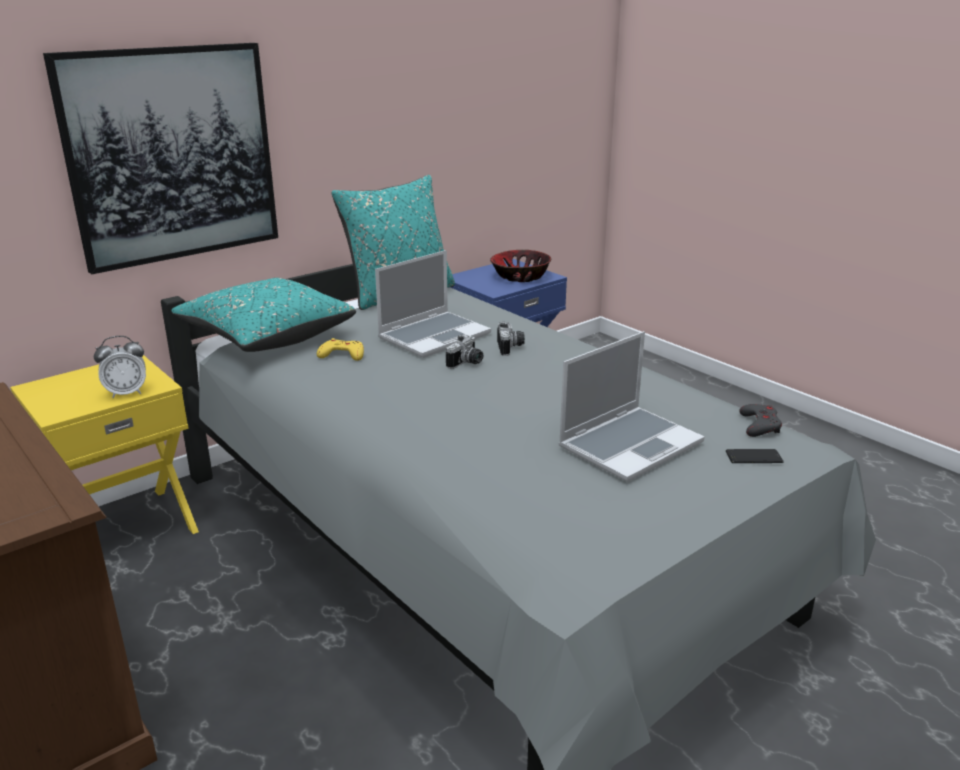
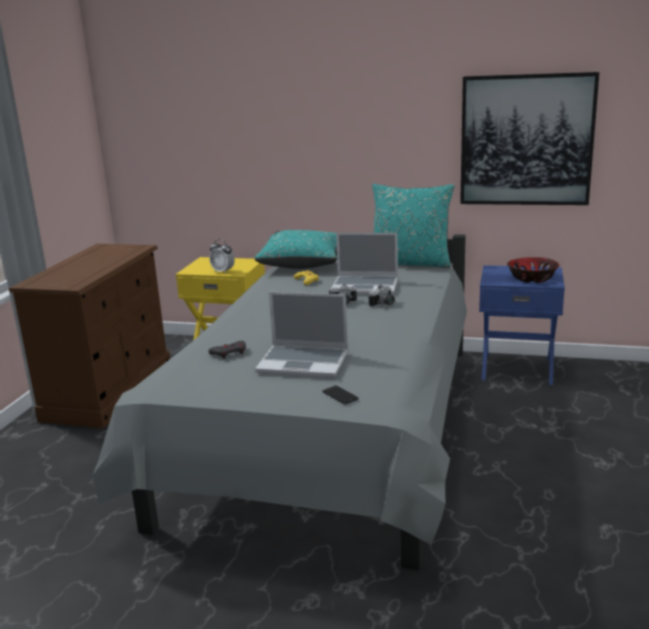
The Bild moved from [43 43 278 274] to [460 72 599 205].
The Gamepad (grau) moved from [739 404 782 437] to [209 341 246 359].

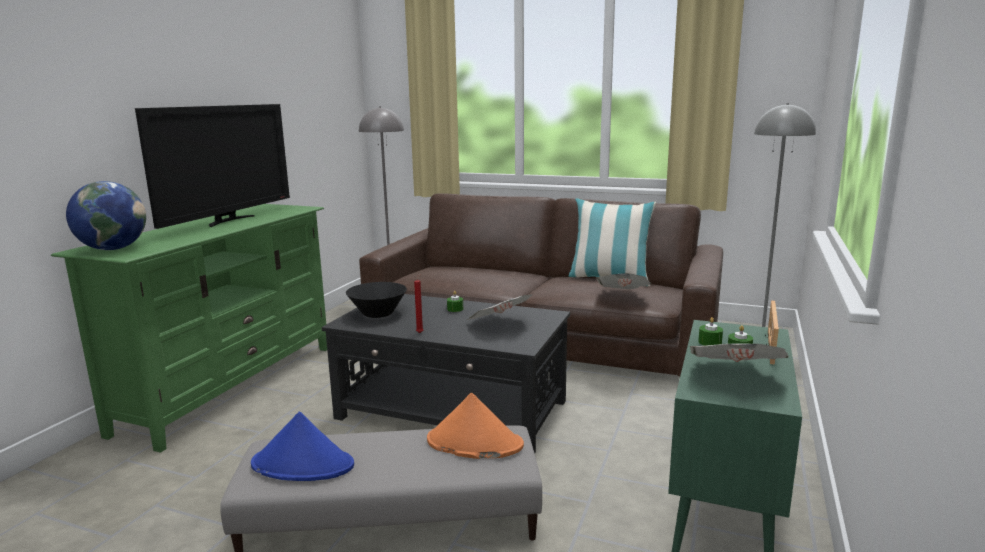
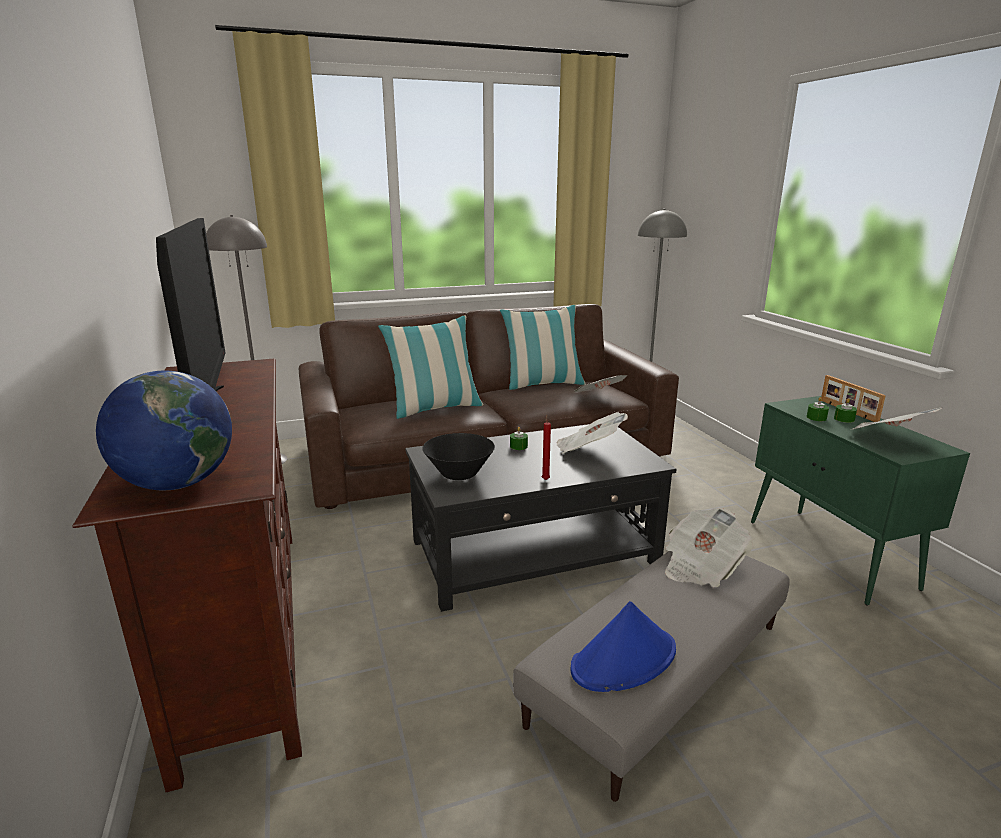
The Kissen at [378 316 484 419] appeared.
The Hut (orange) at [427 393 524 459] was replaced by the Zeitung at [665 508 752 587].
The Fernsehschrank (grün) at [51 204 327 453] became the Fernsehschrank (braun) at [72 359 302 792].

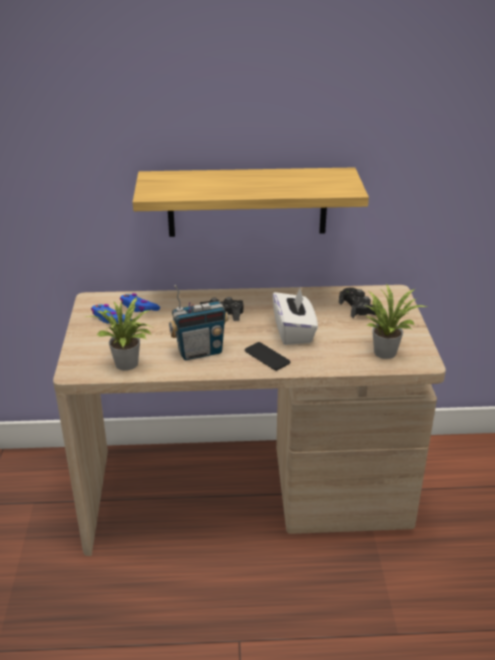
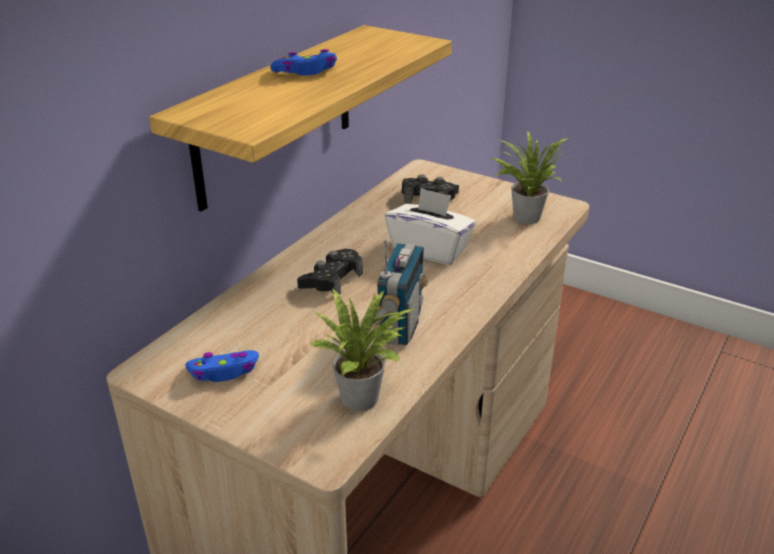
The Handy at [245 342 290 371] disappeared.
The Gamepad (blau) moved from [120 293 160 312] to [270 49 337 76].

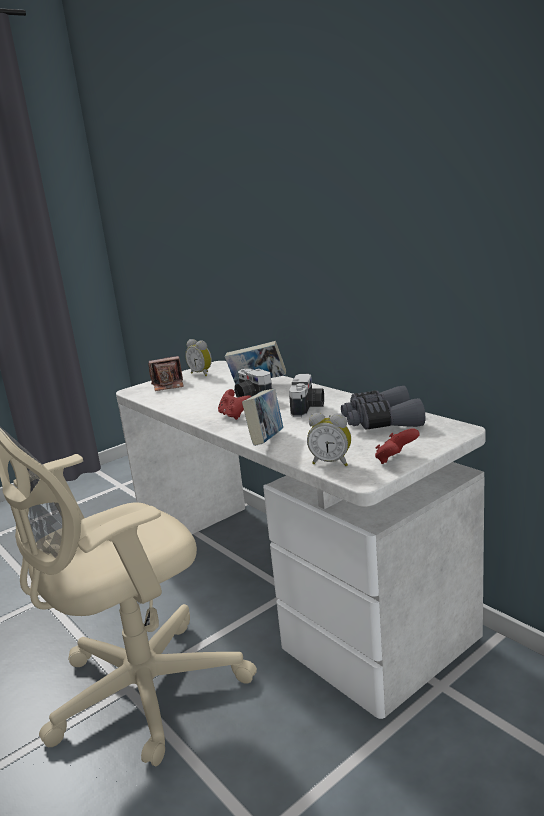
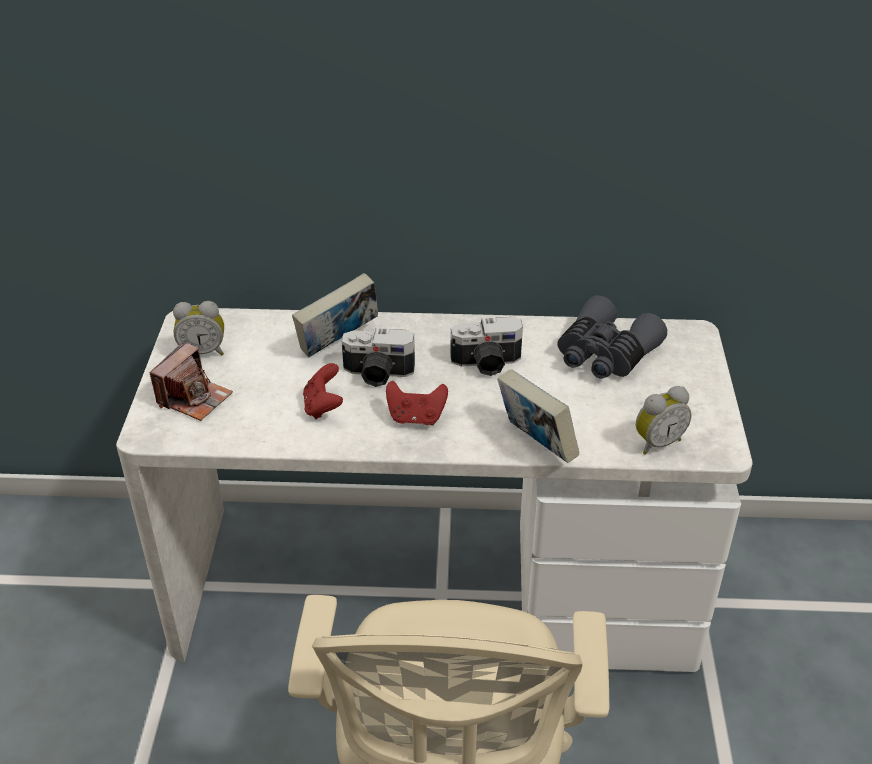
The Gamepad (rot) moved from [375 428 420 464] to [303 363 343 419].
The Kamera at [289 374 324 417] turned 120 degrees clockwise.

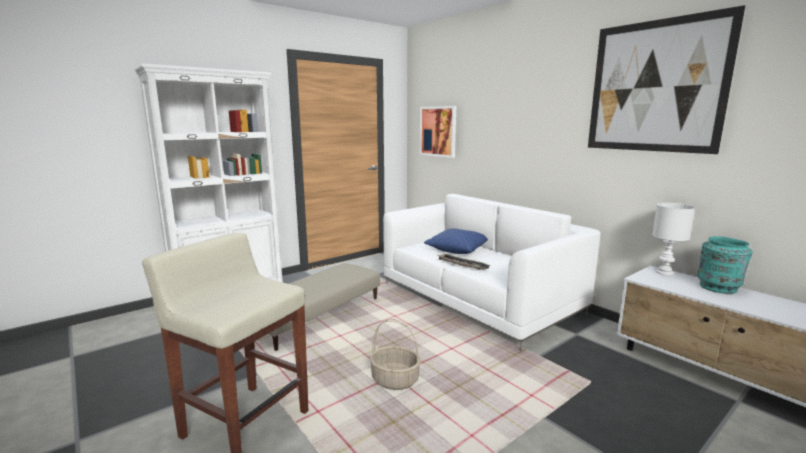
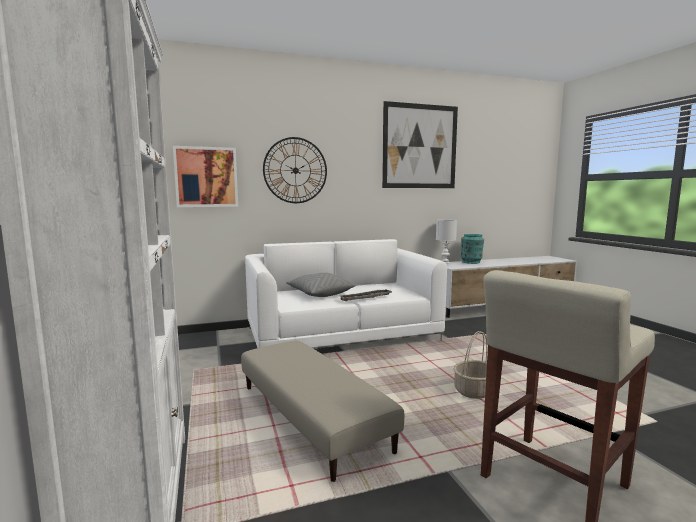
The Wanduhr at [263 137 327 203] appeared.
The Kissen (blau) at [424 229 488 254] became the Kissen (grau) at [286 273 356 297].

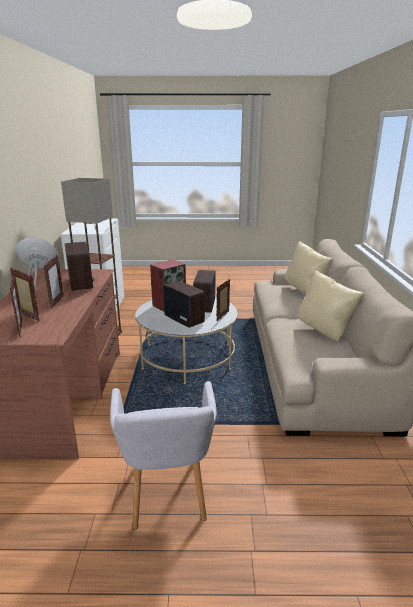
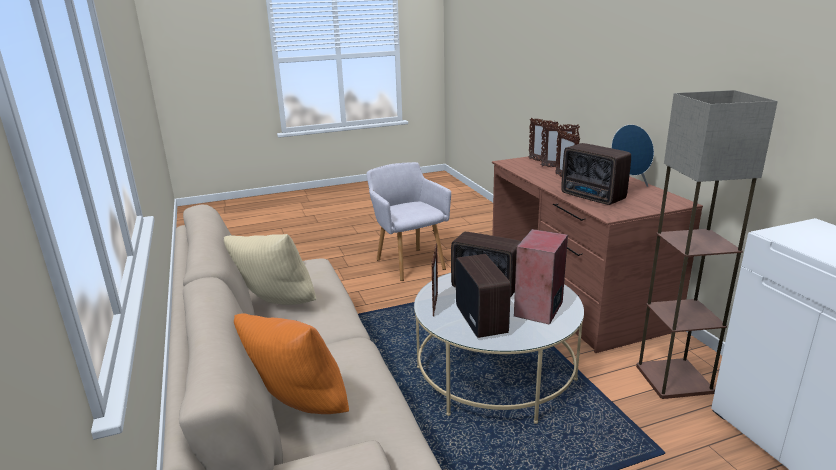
The Kissen (beige) at [285 241 333 295] became the Kissen (orange) at [234 313 349 414].

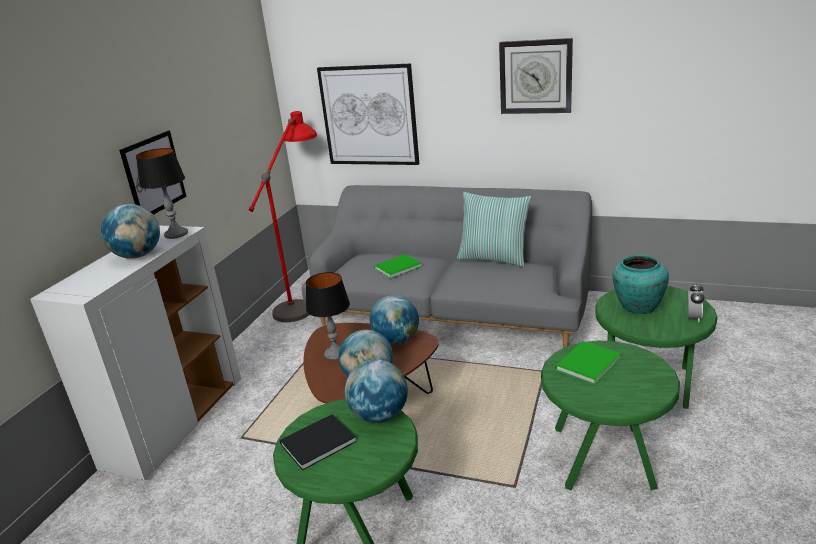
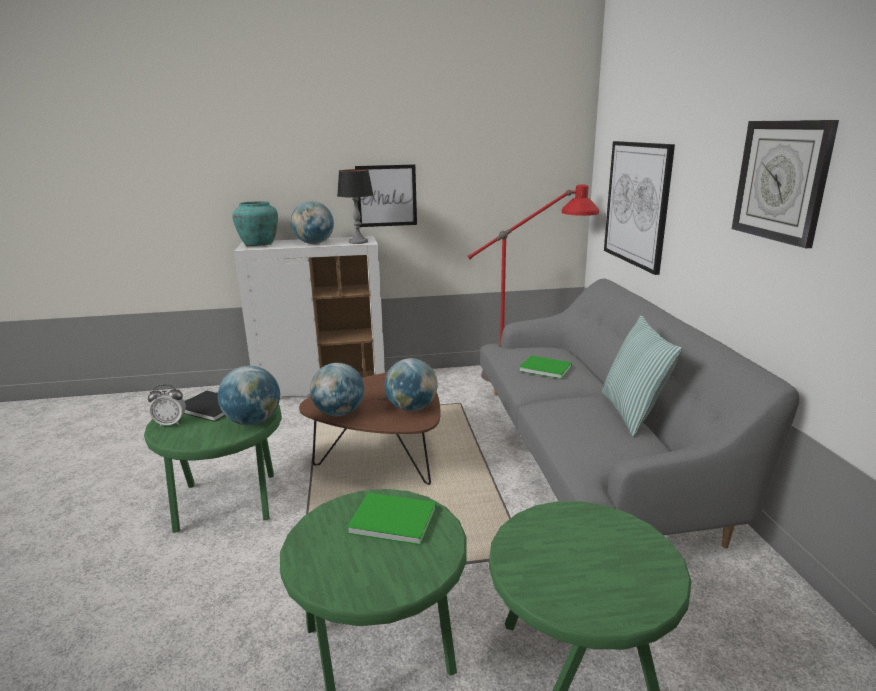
The Tischlampe at [306 272 350 360] disappeared.
The Vase (türkis) moved from [613 255 669 314] to [232 201 278 246].
The Wecker moved from [687 282 704 322] to [148 384 186 427].

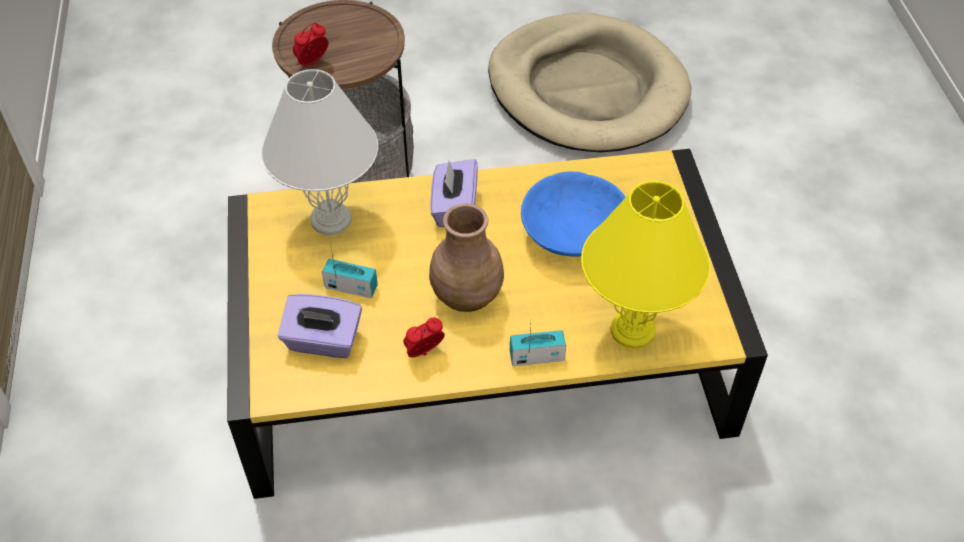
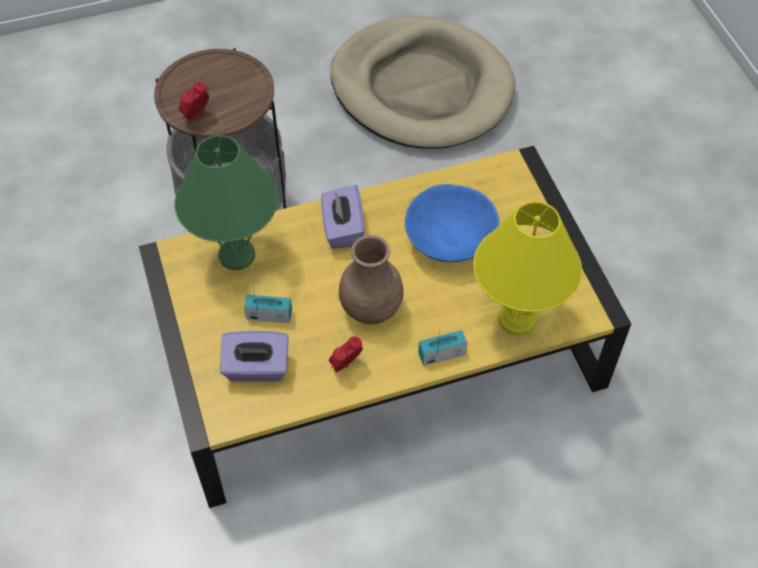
The Tischlampe (weiß) at [261 69 378 235] became the Tischlampe (grün) at [175 135 279 270].

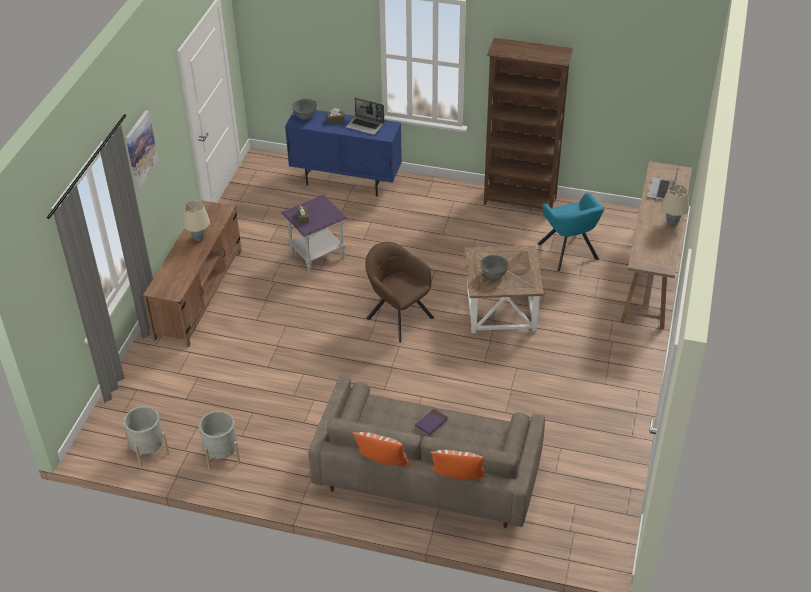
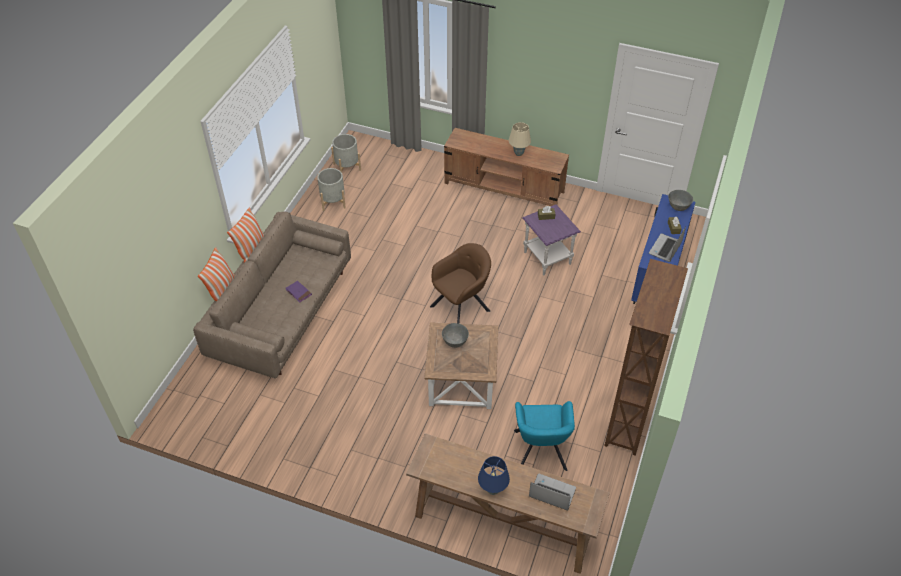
The Bild at [126 110 158 189] disappeared.
The Tischlampe (beige) at [661 184 689 225] became the Tischlampe (blau) at [478 456 510 495].
The Sessel (türkis) at [537 193 604 272] turned 75 degrees counterclockwise.

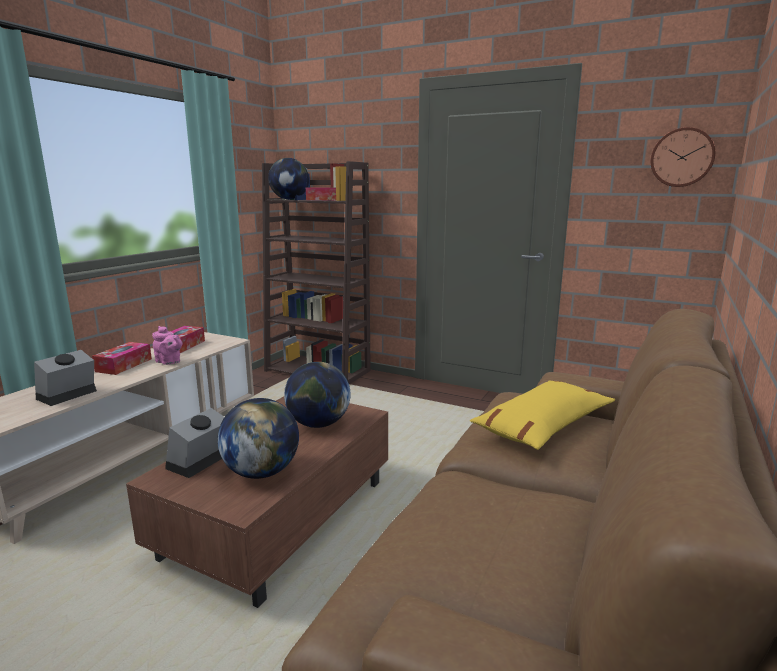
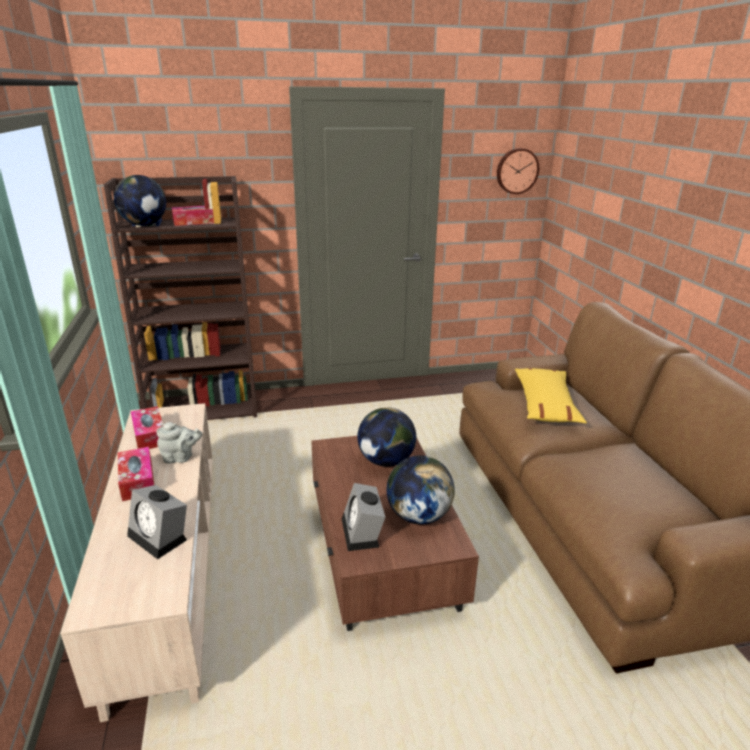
The Teekanne (rosa) at [152 326 182 365] became the Teekanne (grau) at [157 422 203 464].
The Wecker at [34 350 97 406] turned 45 degrees counterclockwise.

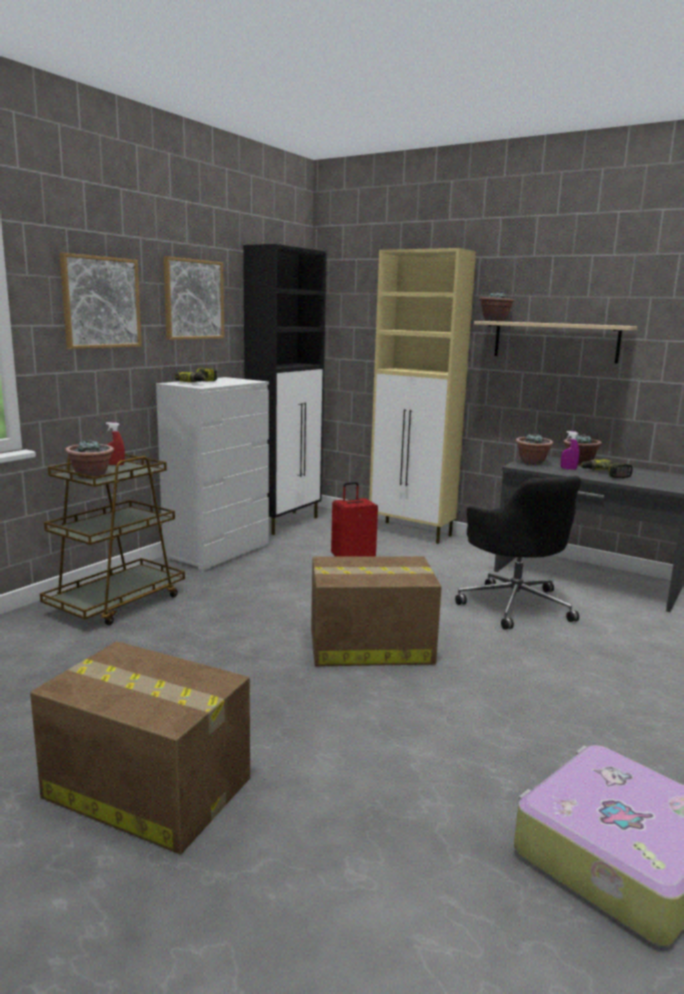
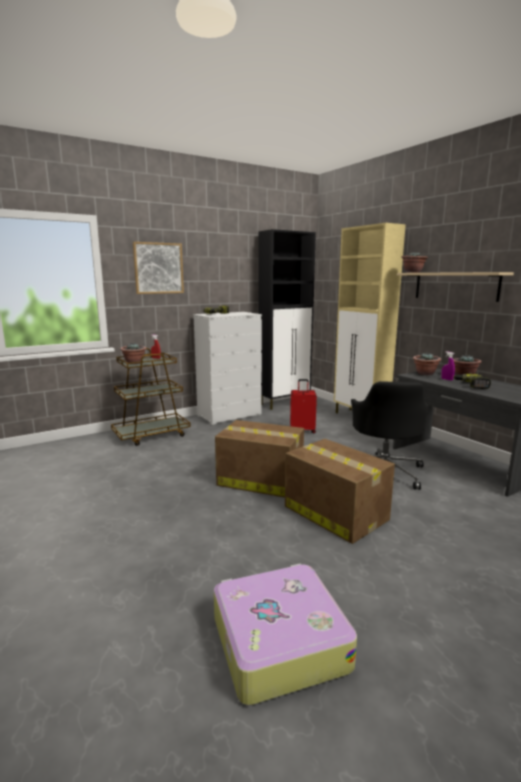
The Bild at [163 256 224 340] disappeared.
The Karton moved from [30 641 250 854] to [285 439 395 544].

